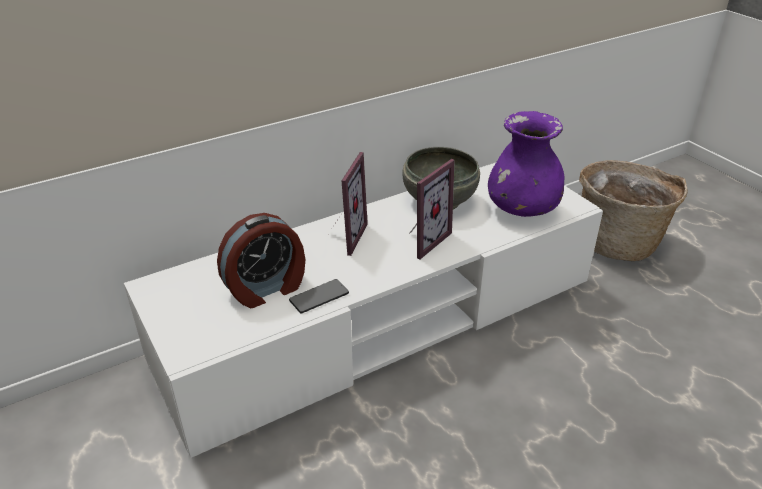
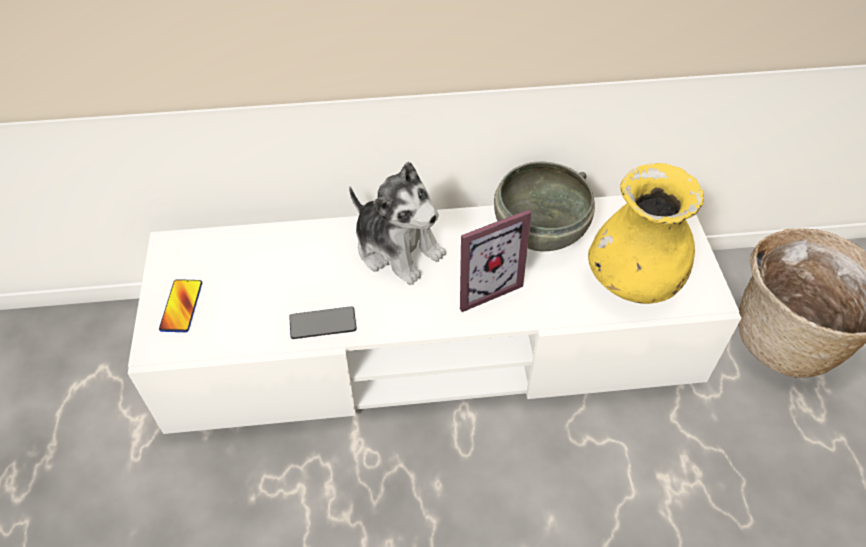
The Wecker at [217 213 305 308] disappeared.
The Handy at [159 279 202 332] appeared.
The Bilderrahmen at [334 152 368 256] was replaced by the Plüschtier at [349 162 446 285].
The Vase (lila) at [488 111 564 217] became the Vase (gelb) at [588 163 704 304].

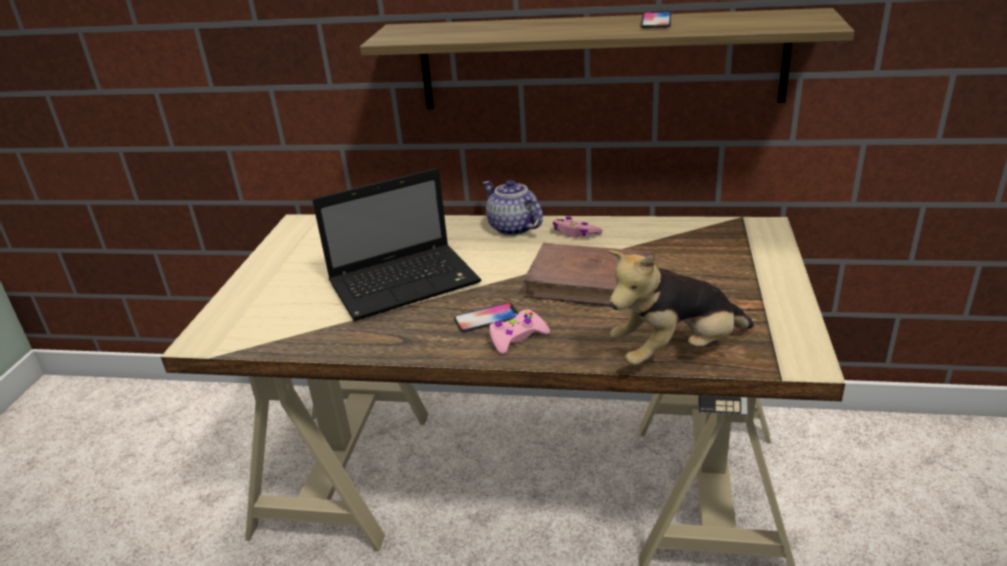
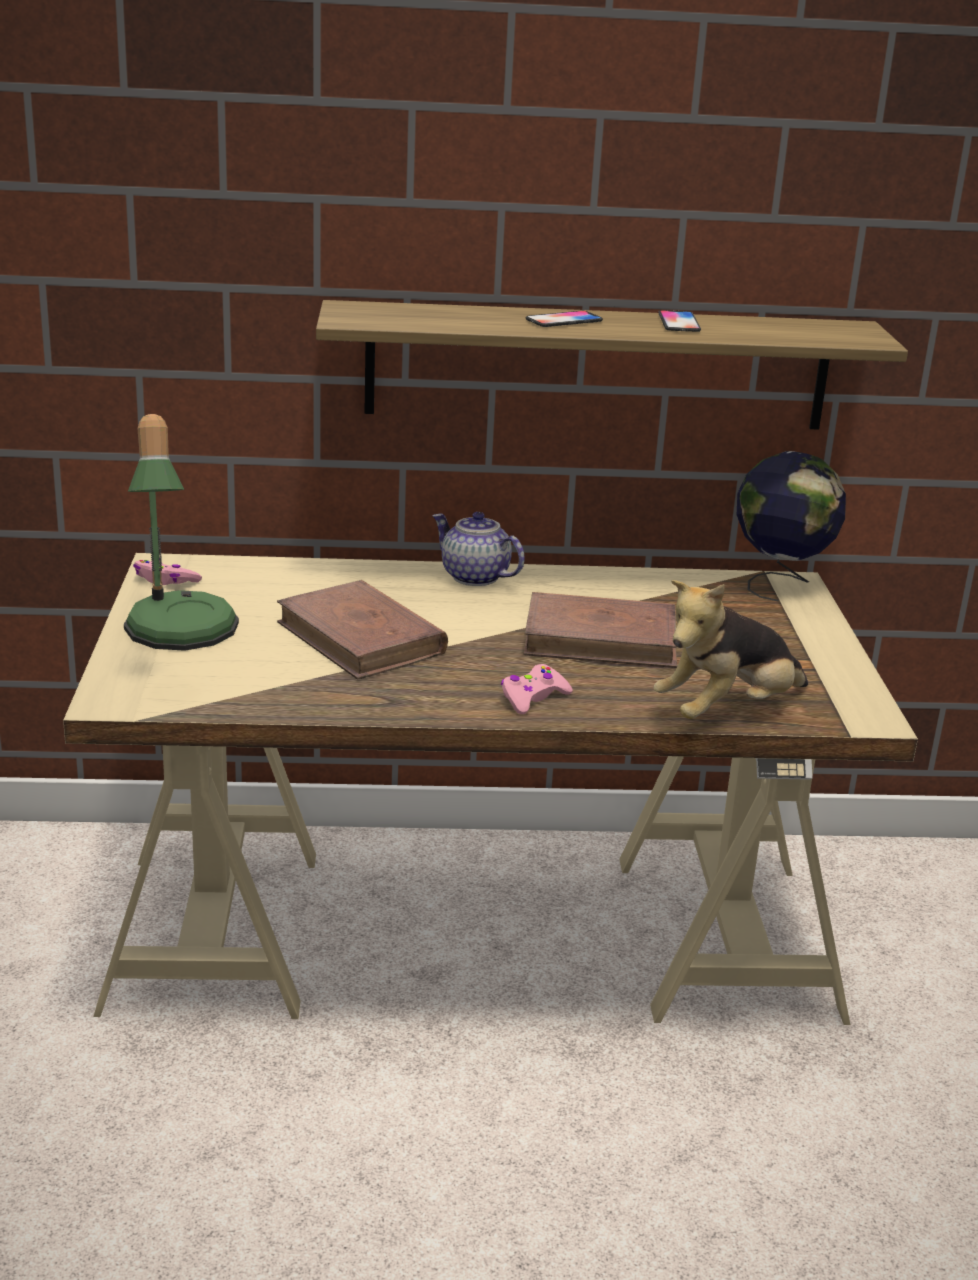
The Tischlampe at [124 414 239 651] appeared.
The Globus at [737 451 846 602] appeared.
The Handy moved from [454 303 518 332] to [526 311 603 327].
The Gamepad (rosa) moved from [552 217 603 238] to [133 560 202 585].
The Laptop at [312 168 481 321] was replaced by the Buch (braun) at [277 580 448 680].

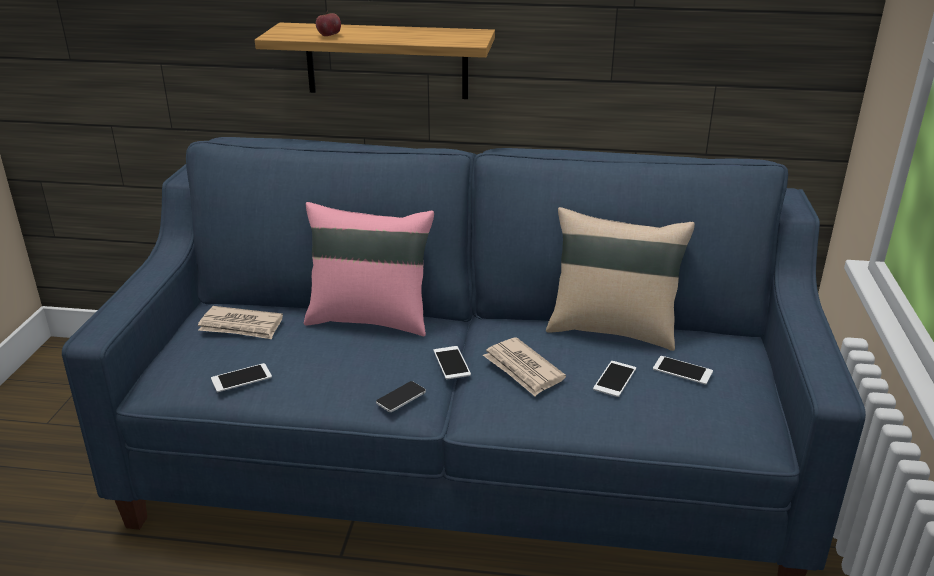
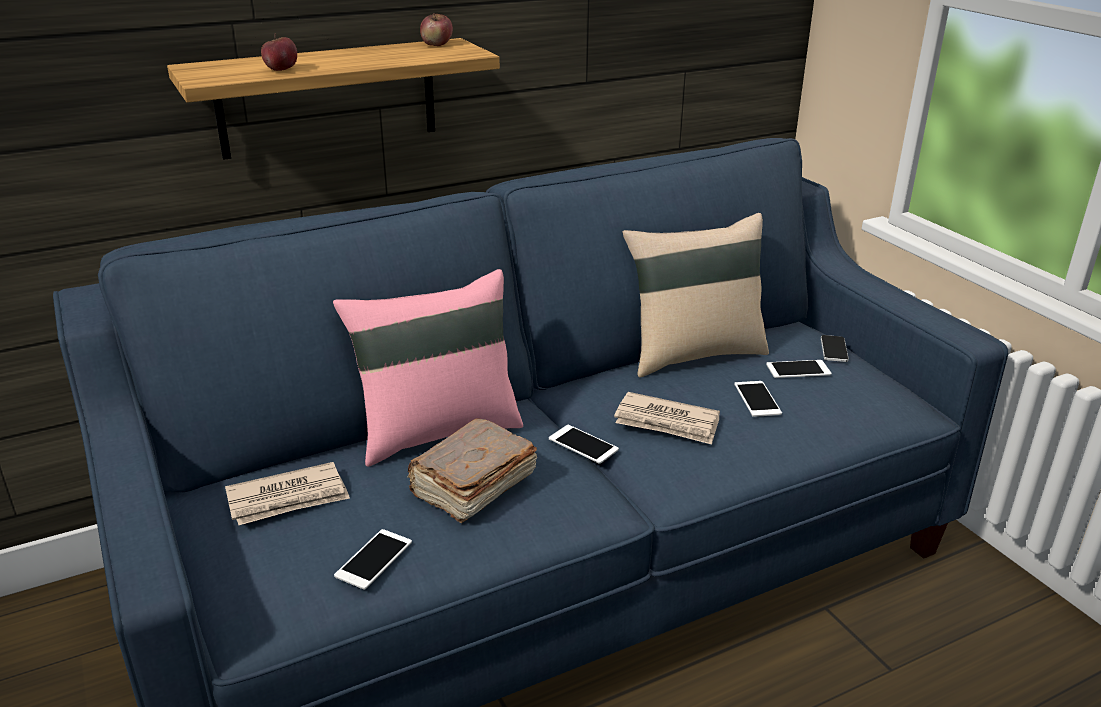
The Buch (braun) at [407 418 537 523] appeared.
The Apfel at [420 13 453 46] appeared.
The Handy moved from [376 381 426 412] to [821 335 849 362].

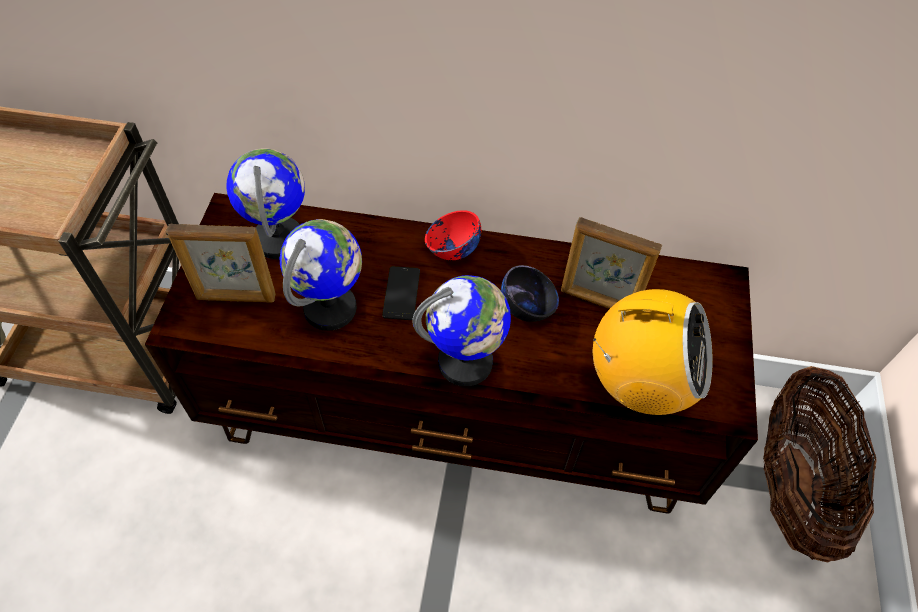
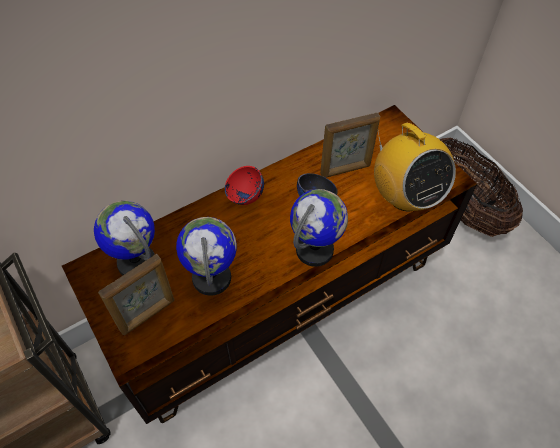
The Handy at [382 266 420 320] disappeared.
The Radio at [593 289 713 415] turned 90 degrees clockwise.

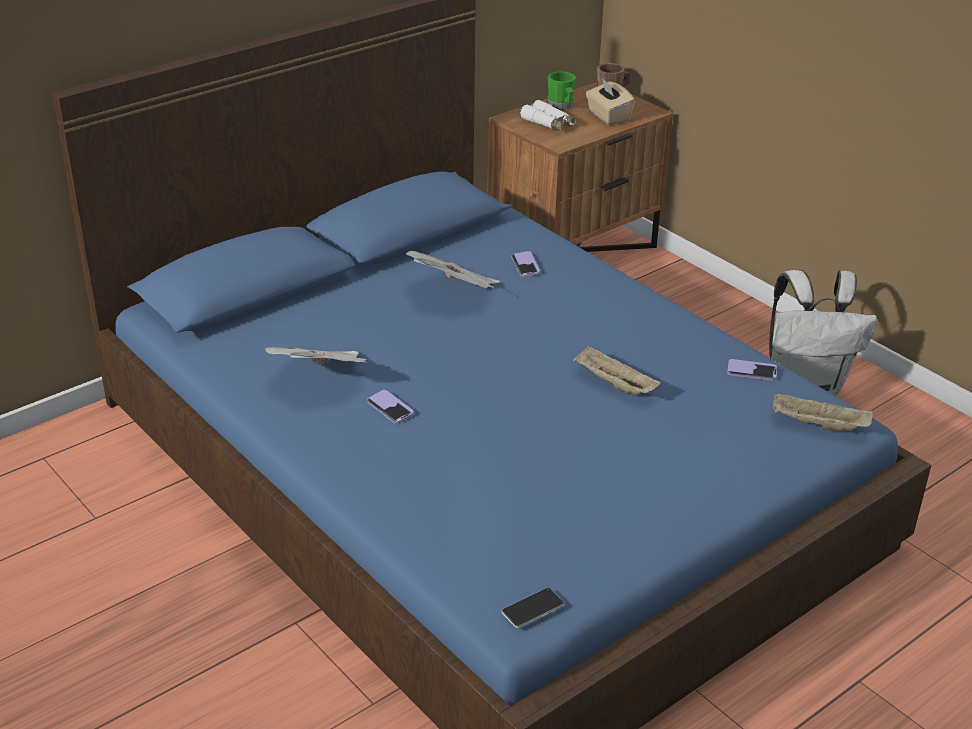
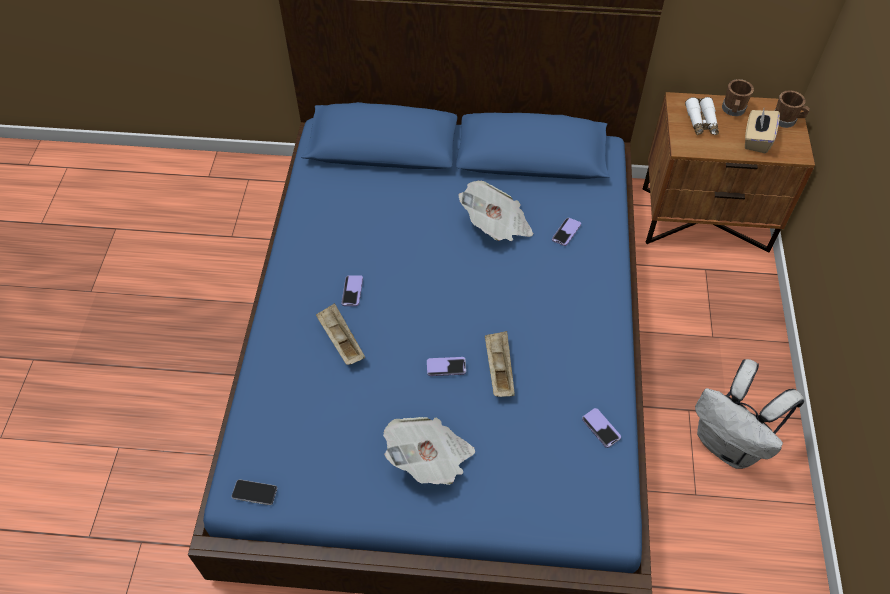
The Handy at [427 357 466 376] appeared.
The Zeitung moved from [265 347 368 365] to [383 417 475 485].
The Tablett (beige) moved from [773 393 873 431] to [316 303 365 365].
The Henkelbecher (grün) at [547 71 576 111] became the Henkelbecher (braun) at [722 79 754 116].

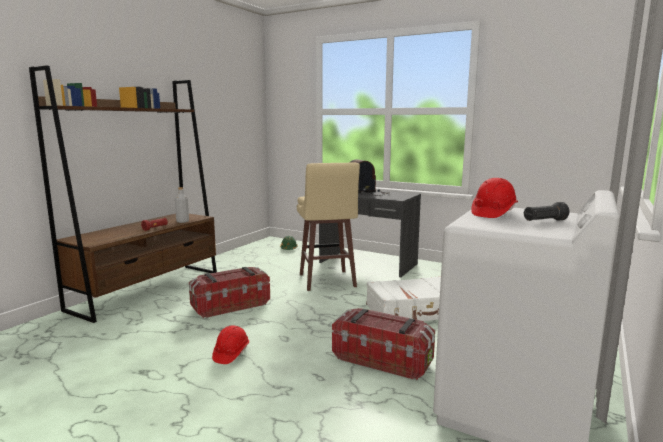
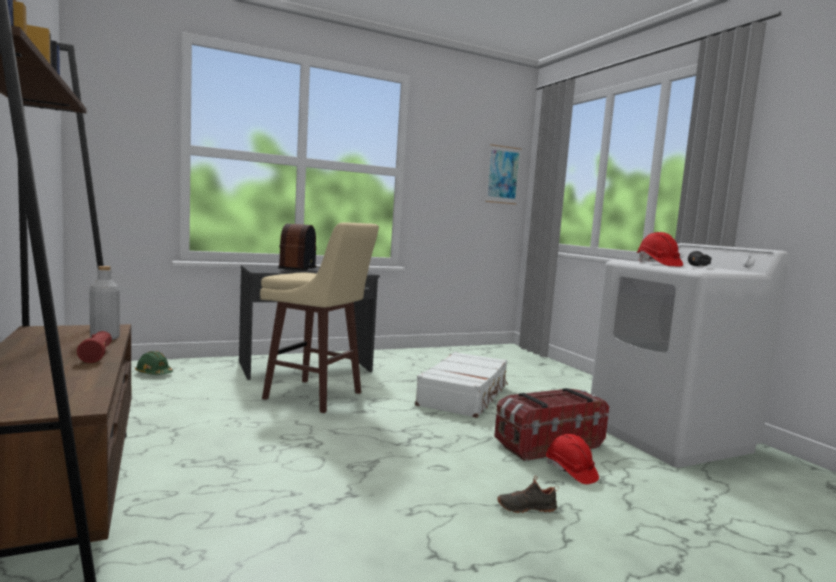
The Aufbewahrungsbox at [189 267 270 318] disappeared.
The Bild at [485 144 521 204] appeared.
The Schuh (schwarz) at [497 476 559 513] appeared.
The Schutzhelm (rot) moved from [212 325 249 364] to [546 434 599 484].

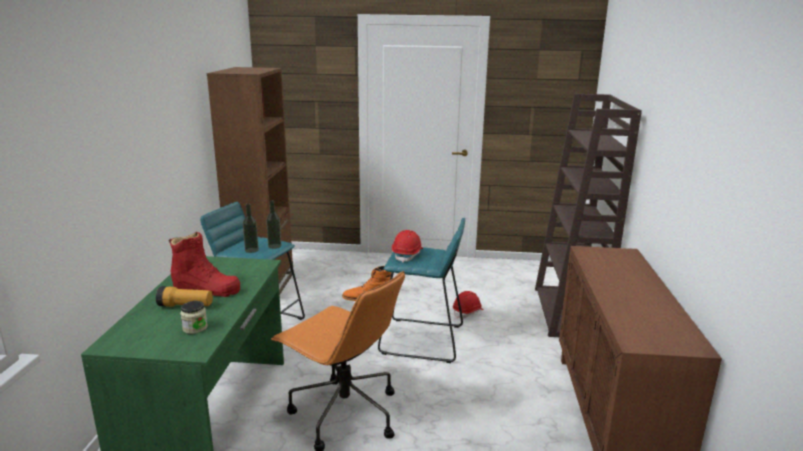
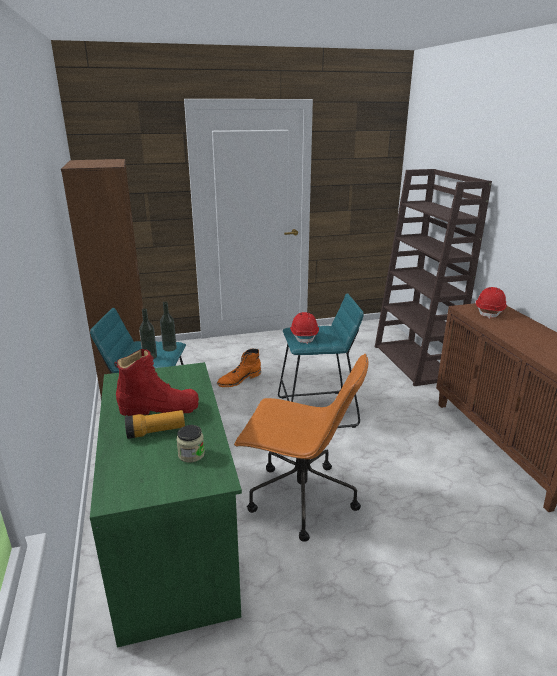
The Schutzhelm (rot) moved from [453 291 484 319] to [476 287 507 319].

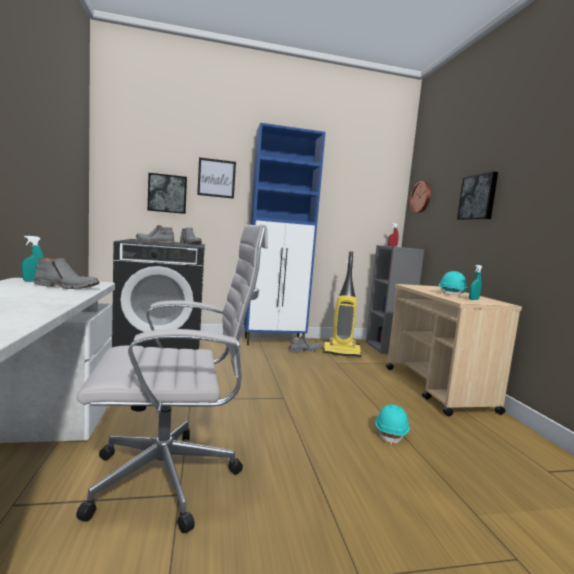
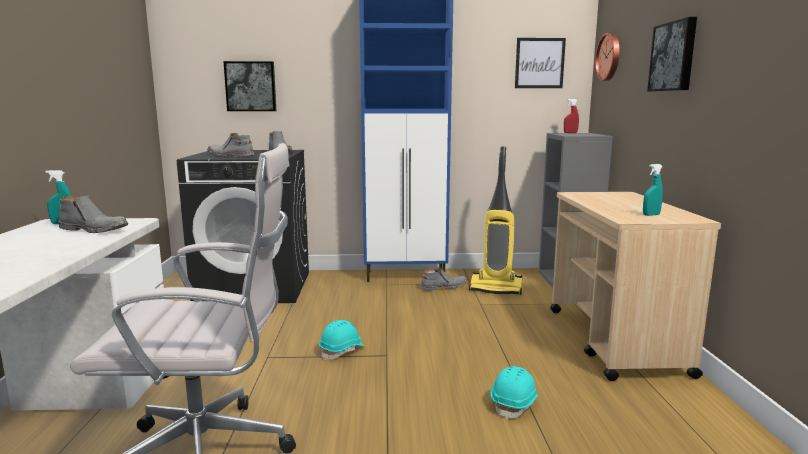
The Bild moved from [197 157 236 199] to [515 38 566 88].
The Schutzhelm (türkis) moved from [439 271 467 296] to [319 320 365 361].

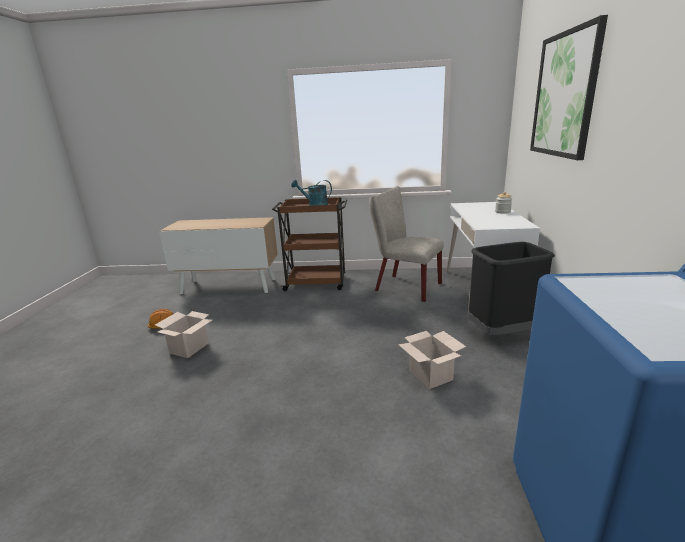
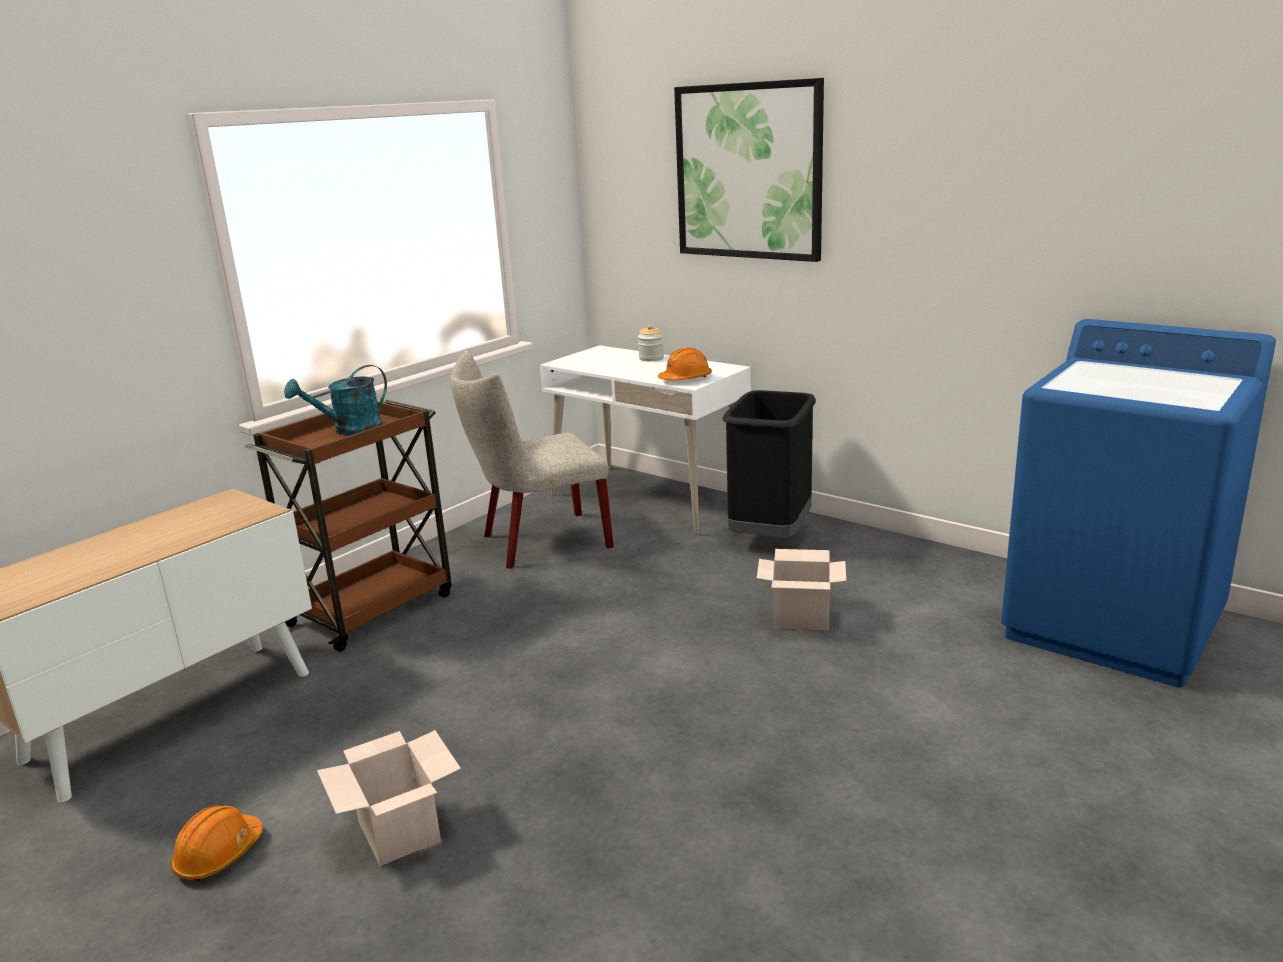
The Schutzhelm (orange) at [658 348 712 381] appeared.

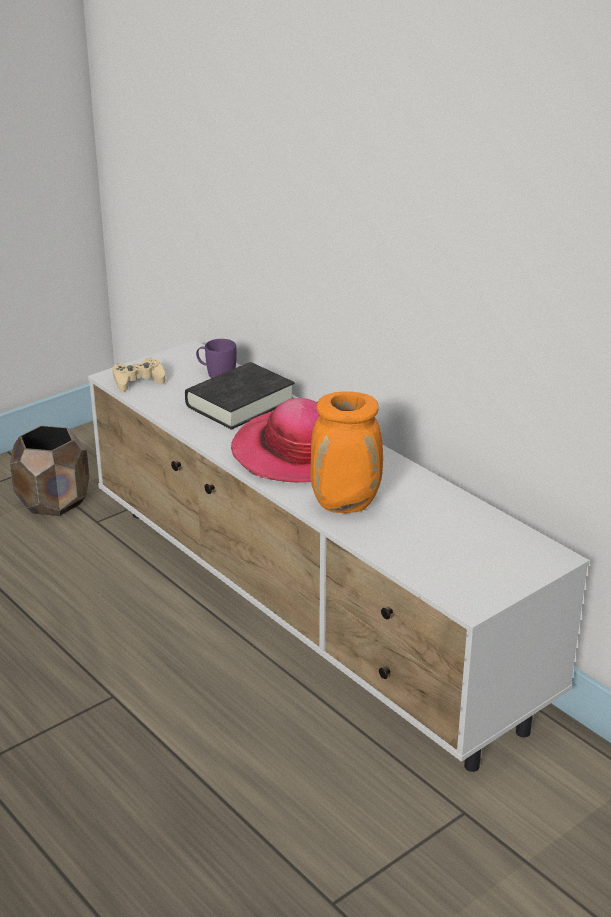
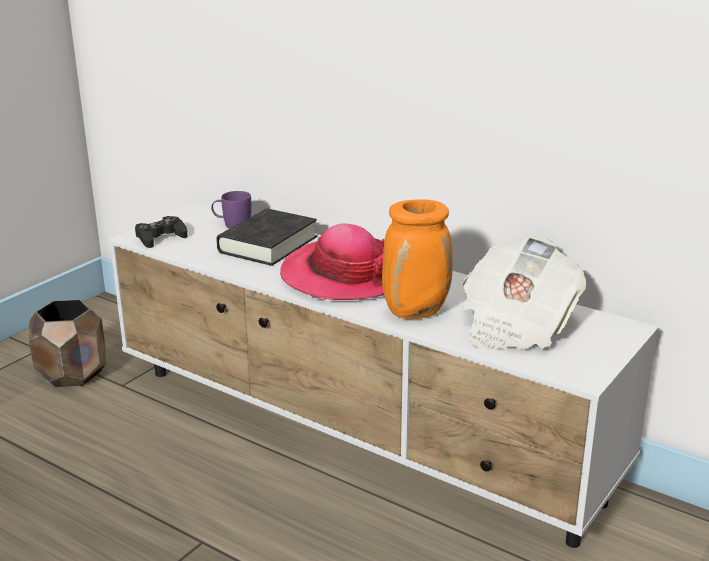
The Zeitung at [462 236 586 350] appeared.
The Gamepad (beige) at [112 358 165 392] became the Gamepad (schwarz) at [135 216 188 248].

